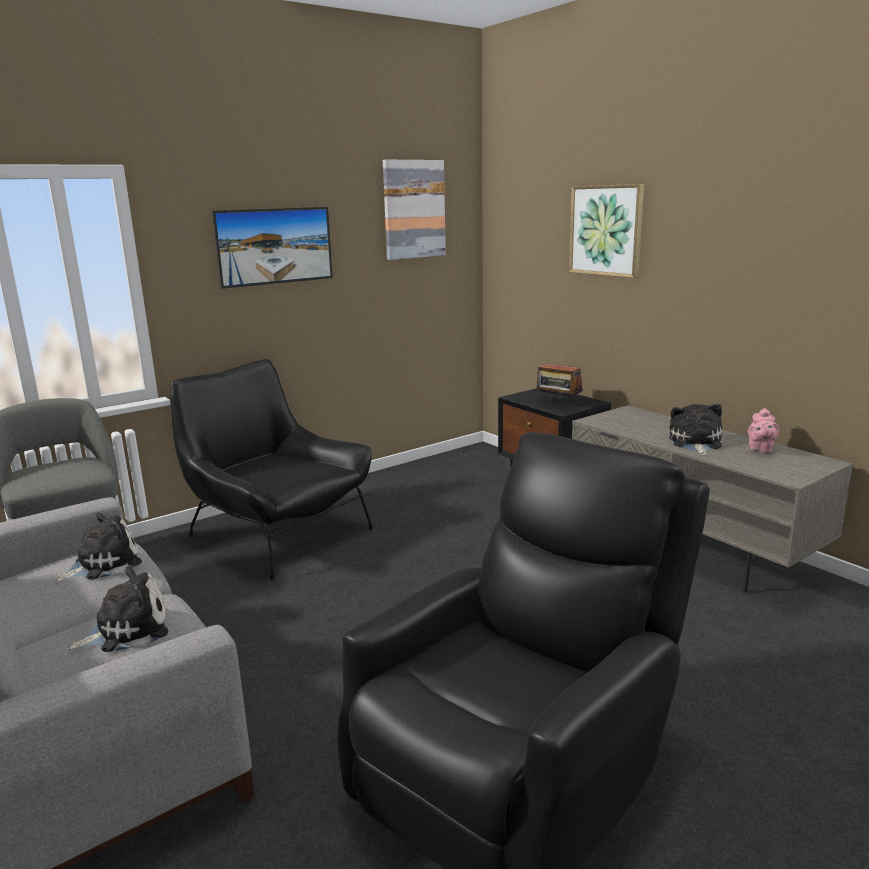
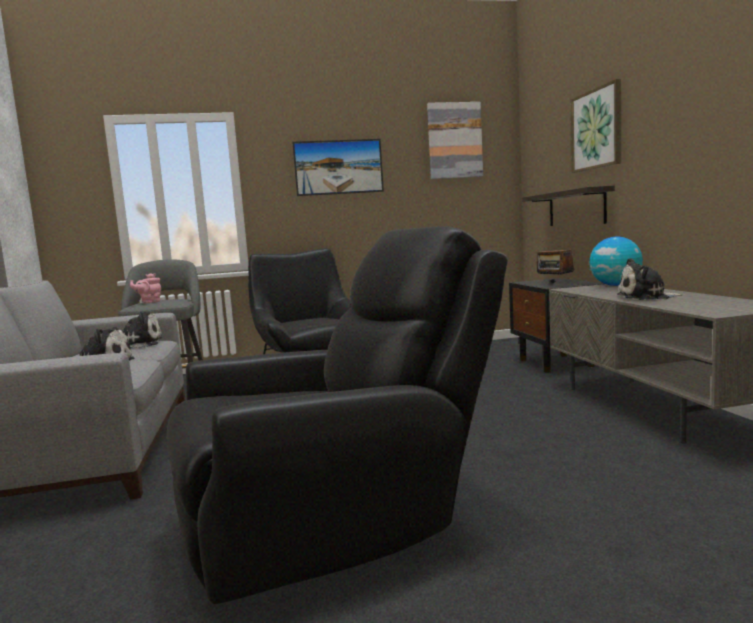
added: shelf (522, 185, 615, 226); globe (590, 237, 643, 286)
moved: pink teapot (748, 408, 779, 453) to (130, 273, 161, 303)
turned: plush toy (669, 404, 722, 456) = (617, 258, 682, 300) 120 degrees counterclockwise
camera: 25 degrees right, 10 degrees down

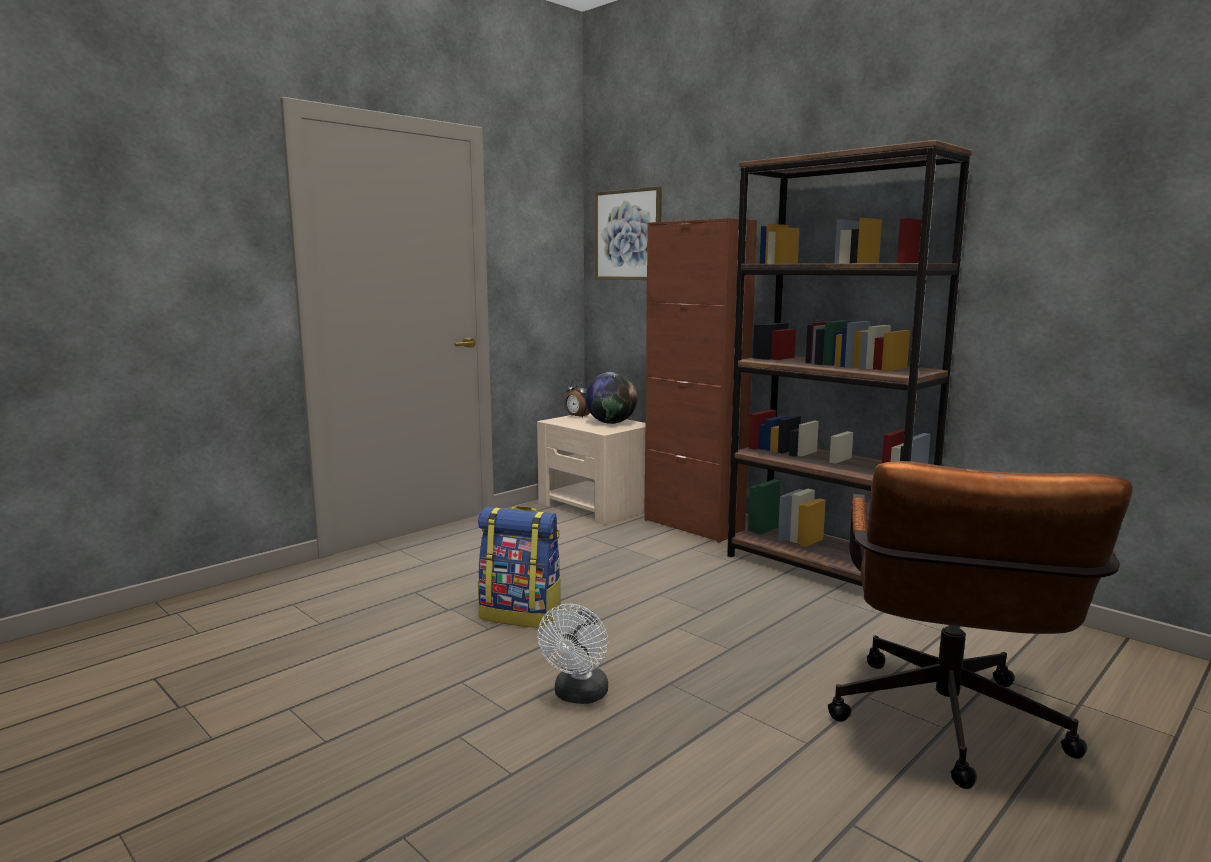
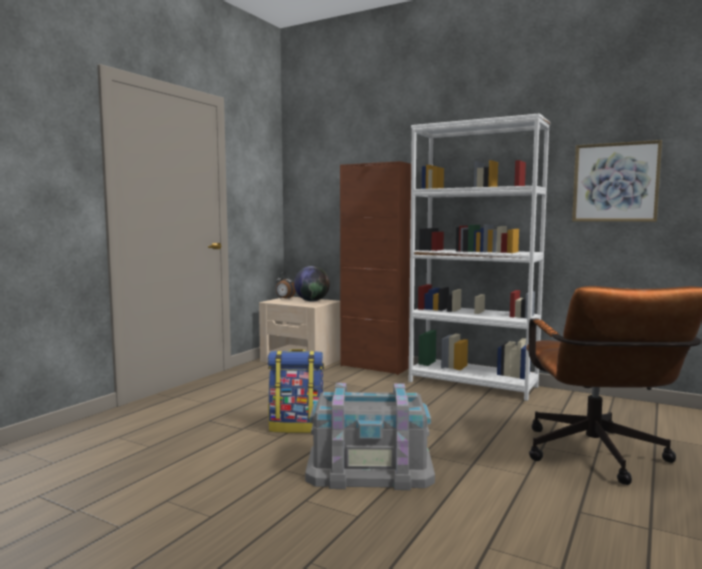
moved: picture (594, 186, 662, 280) to (572, 140, 662, 222)
replaced: white fan (537, 604, 608, 704) to grey storage box (305, 383, 435, 490)
recoloured: brown bookcase (727, 140, 972, 586) to white bookcase (409, 113, 550, 401)
camera: 15 degrees left, 5 degrees down

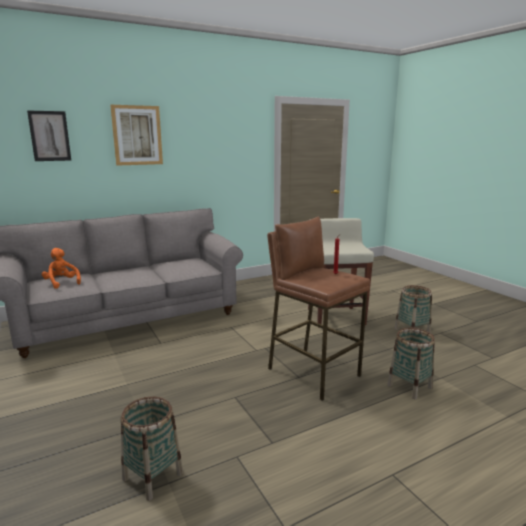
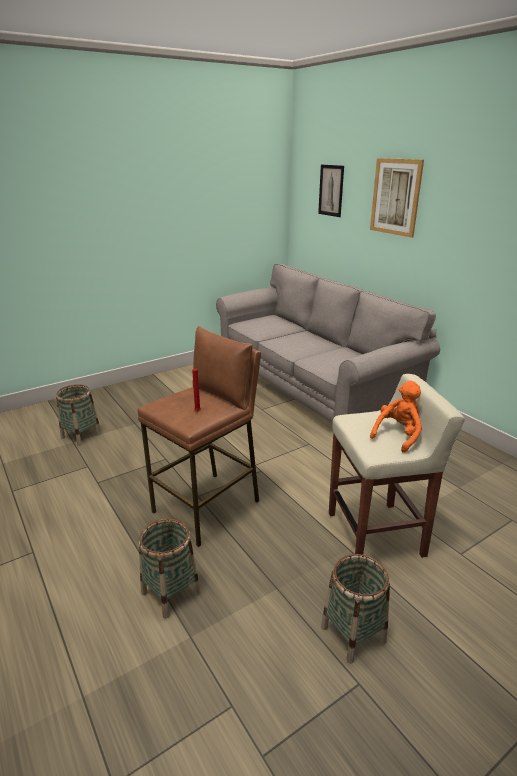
moved: orange plush toy (42, 248, 81, 289) to (370, 381, 422, 453)
camera: 85 degrees right, 10 degrees up

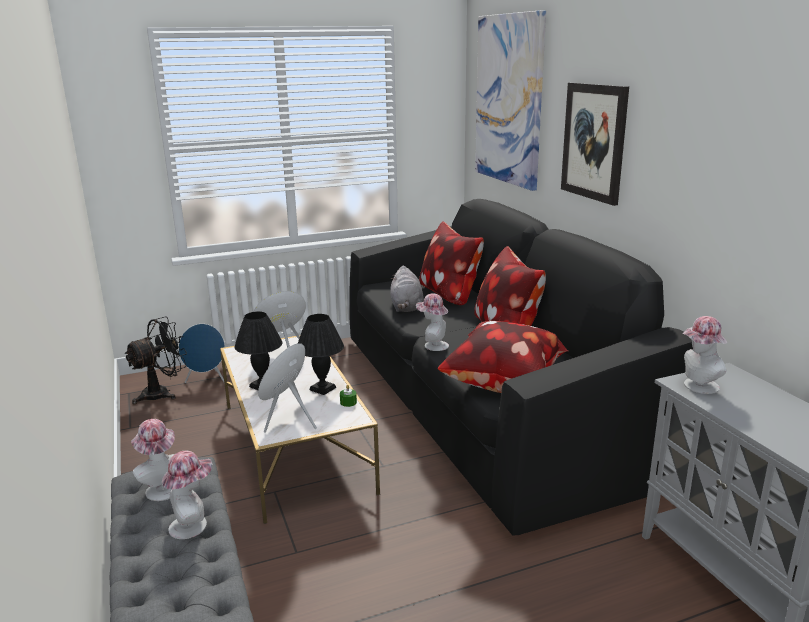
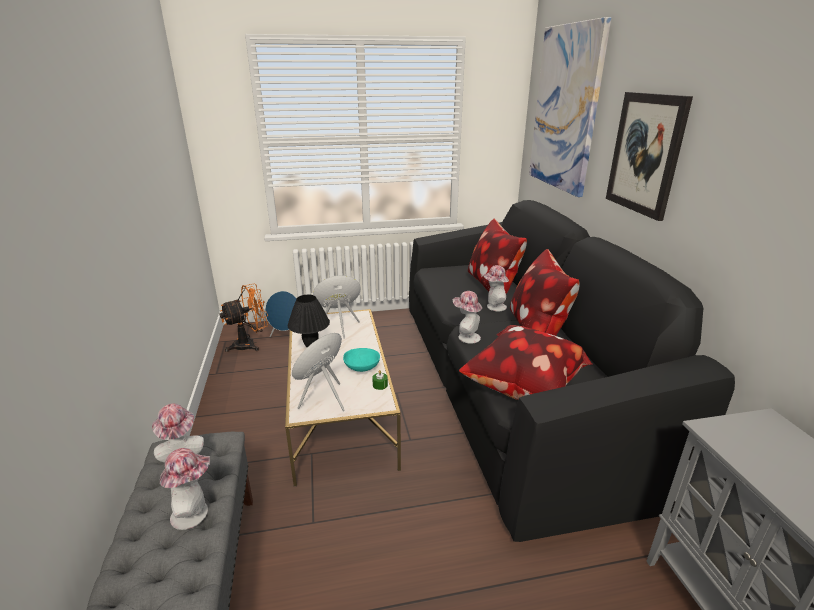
removed: grey plush toy (391, 266, 424, 312)
moved: hat (683, 316, 727, 394) to (483, 265, 509, 311)
replaced: black table lamp (298, 314, 344, 395) to turquoise bowl (343, 348, 380, 372)
recoloured: black fan (124, 316, 187, 404) to orange fan (220, 283, 268, 352)
camera: 10 degrees right, 5 degrees up

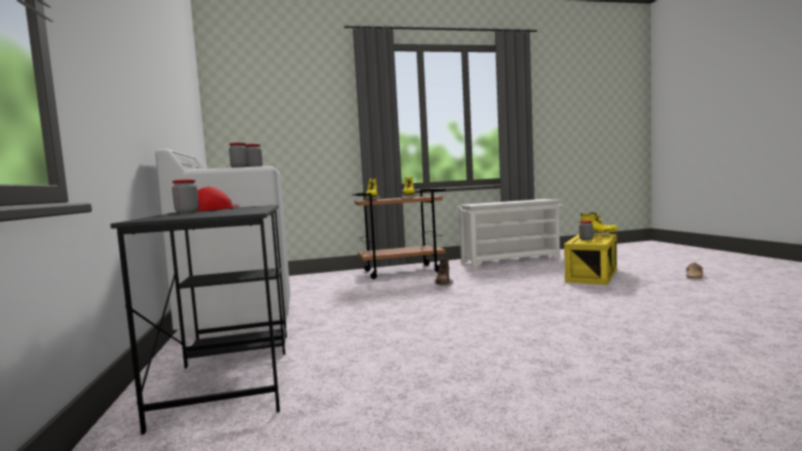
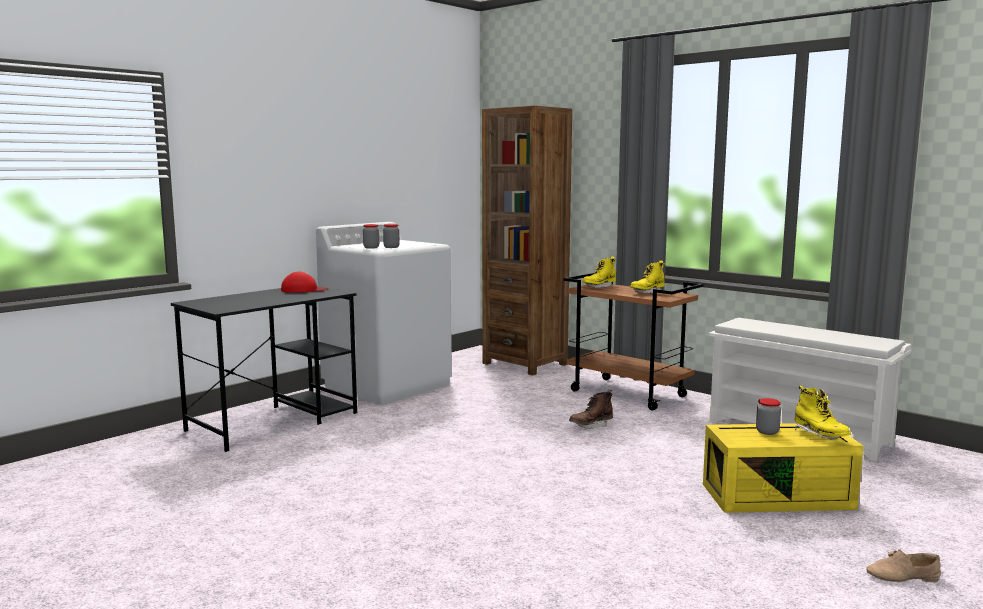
removed: jar (172, 179, 199, 213)
added: brown bookcase (482, 106, 572, 375)
camera: 55 degrees right, 5 degrees up

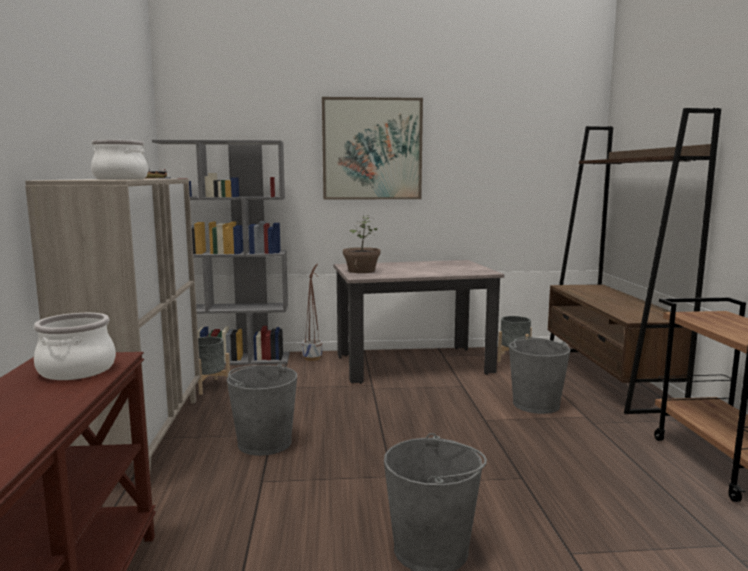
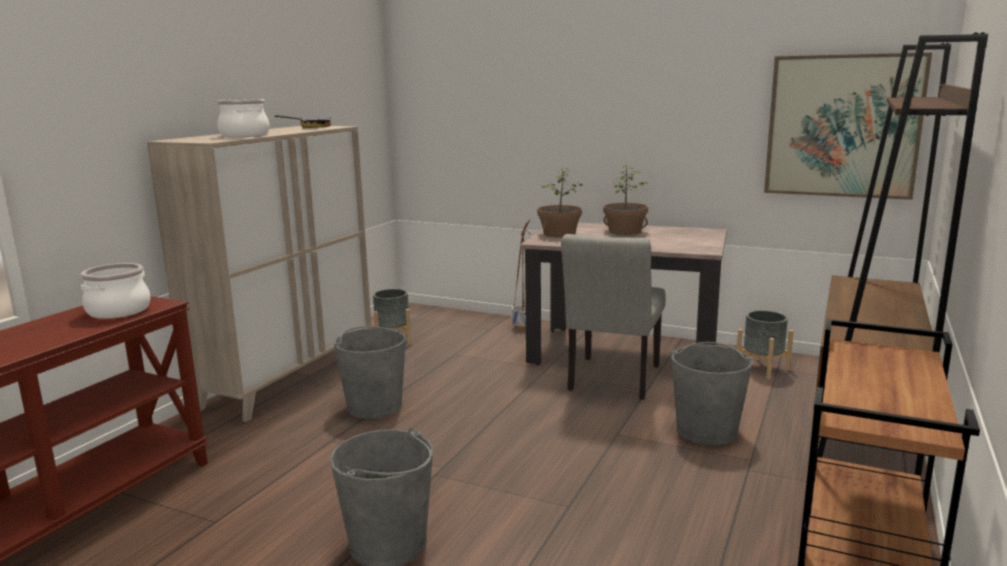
removed: grey bookcase (152, 140, 289, 365)
added: grey chair (561, 234, 666, 399); potted plant (603, 165, 649, 235)
moved: picture (322, 97, 423, 200) to (764, 53, 932, 200)
camera: 30 degrees right, 5 degrees up

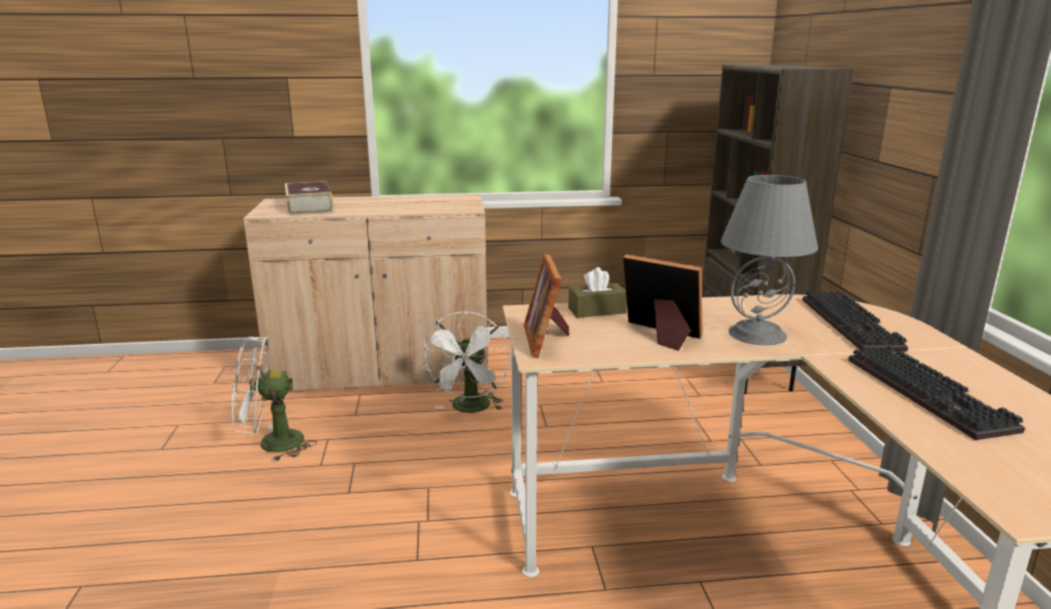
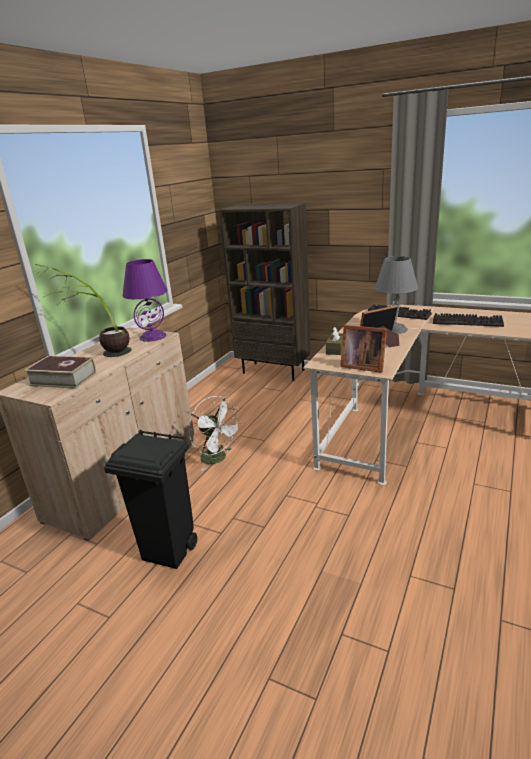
added: potted plant (35, 264, 131, 357); purple table lamp (122, 259, 167, 342)
replaced: white fan (232, 336, 317, 462) to black trash can (104, 430, 198, 569)
camera: 55 degrees left, 5 degrees up

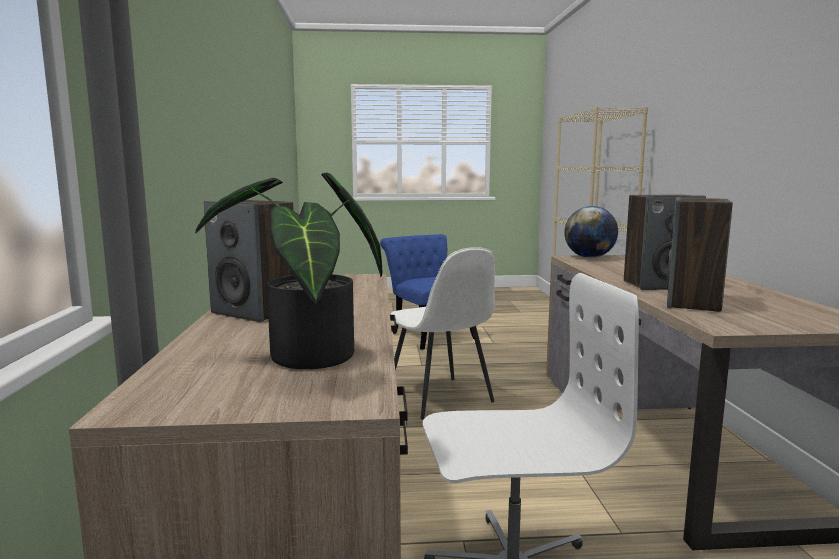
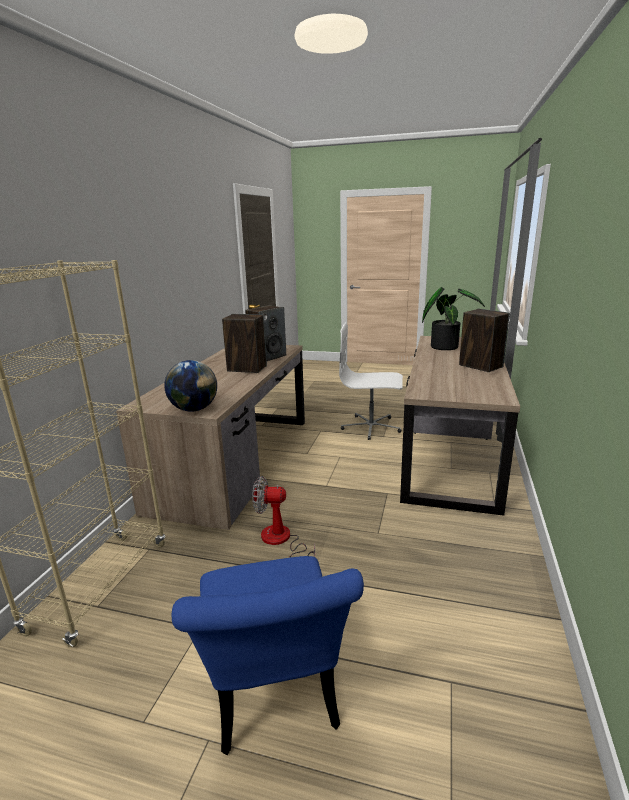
removed: white chair (391, 247, 495, 420)
added: fan (252, 476, 315, 558)
camera: 160 degrees left, 10 degrees up

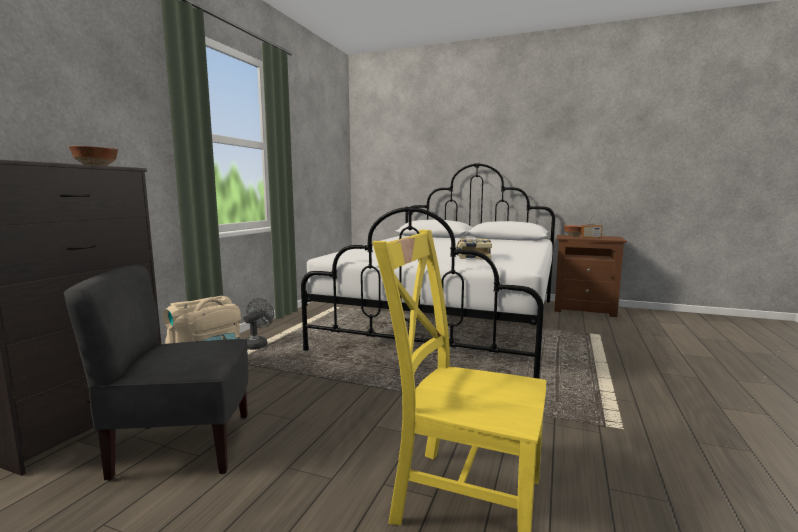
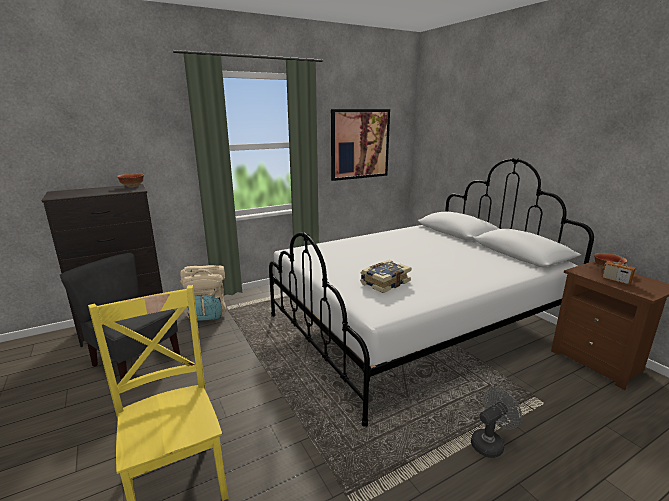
added: picture (331, 109, 390, 181)
moved: grey fan (243, 298, 274, 350) to (471, 388, 522, 458)
camera: 40 degrees right, 10 degrees up

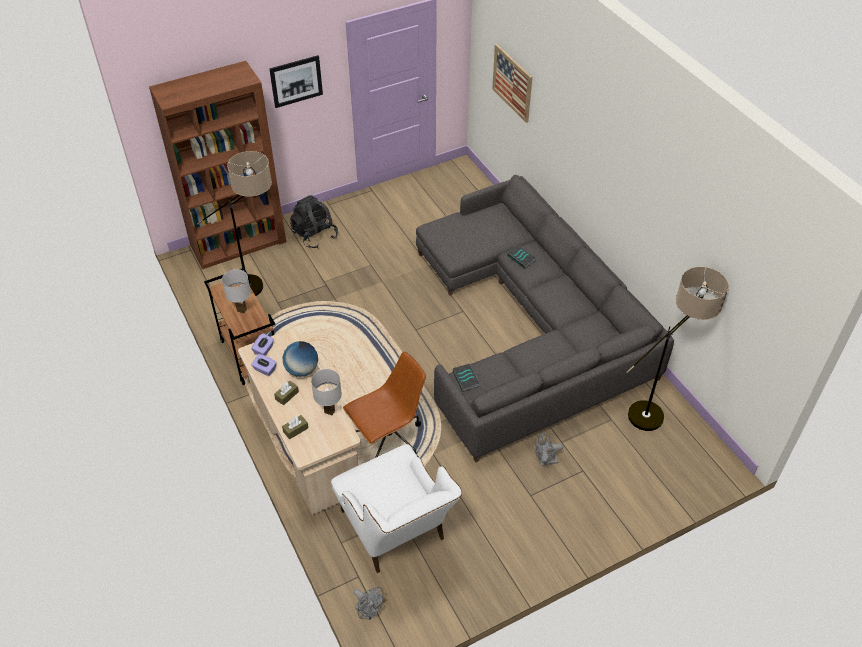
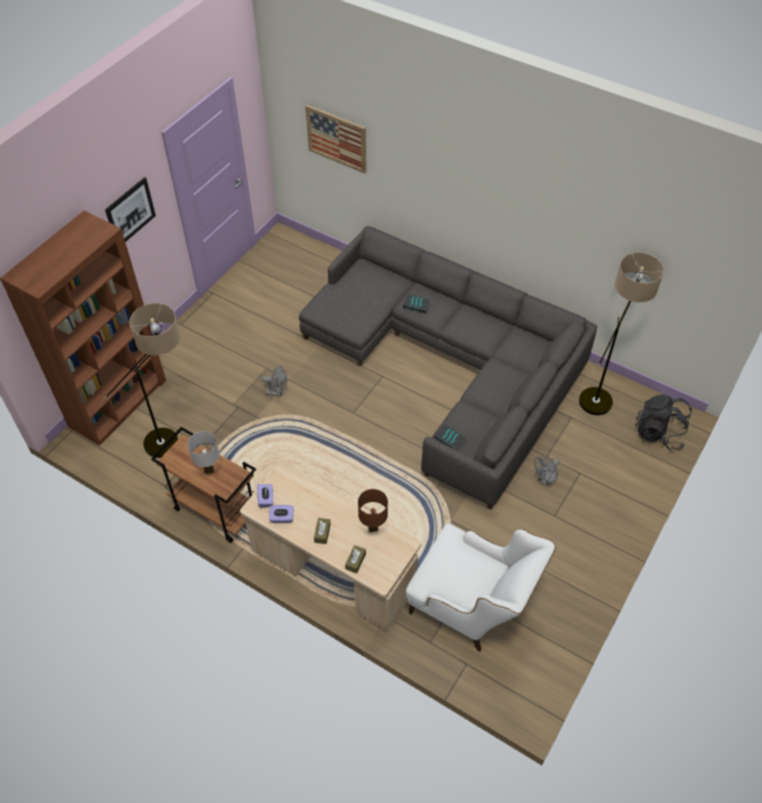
removed: globe (282, 341, 318, 377); brown office chair (343, 351, 426, 458)
moved: black backpack (290, 195, 338, 248) to (635, 394, 692, 450); grey fan (353, 587, 384, 621) to (262, 366, 287, 397)
recoloured: white table lamp (311, 369, 342, 416) to brown table lamp (358, 489, 388, 533)
camera: 30 degrees left, 5 degrees up

